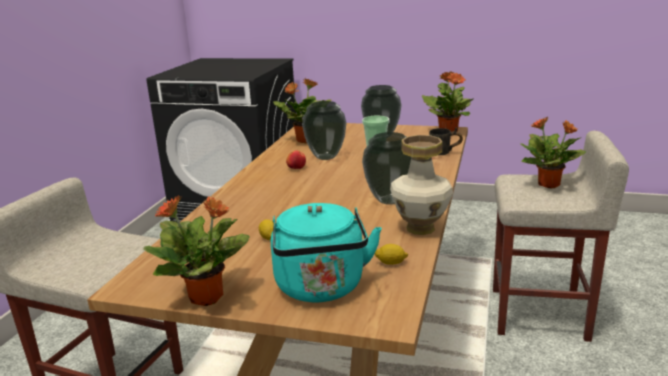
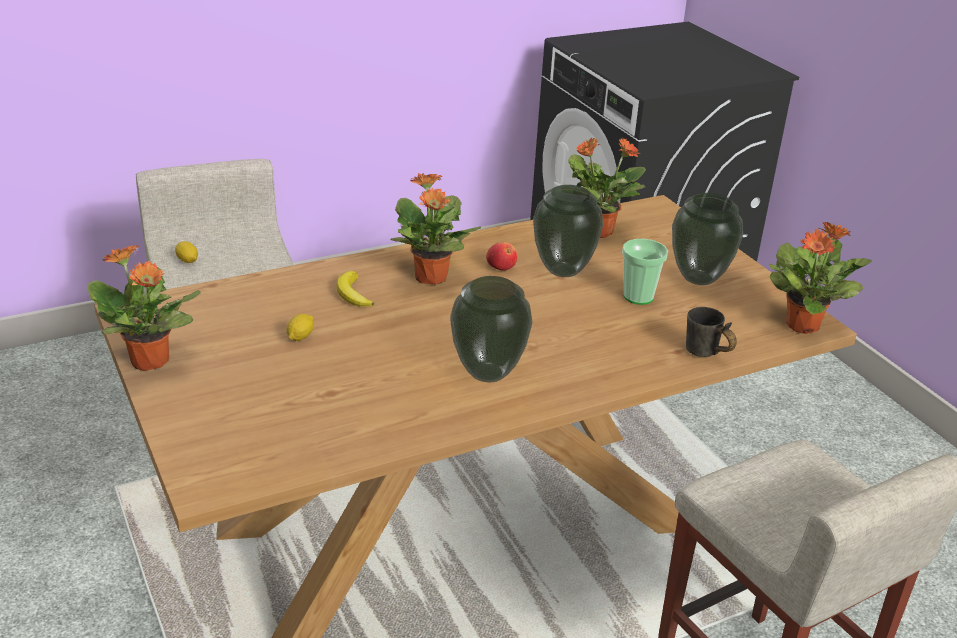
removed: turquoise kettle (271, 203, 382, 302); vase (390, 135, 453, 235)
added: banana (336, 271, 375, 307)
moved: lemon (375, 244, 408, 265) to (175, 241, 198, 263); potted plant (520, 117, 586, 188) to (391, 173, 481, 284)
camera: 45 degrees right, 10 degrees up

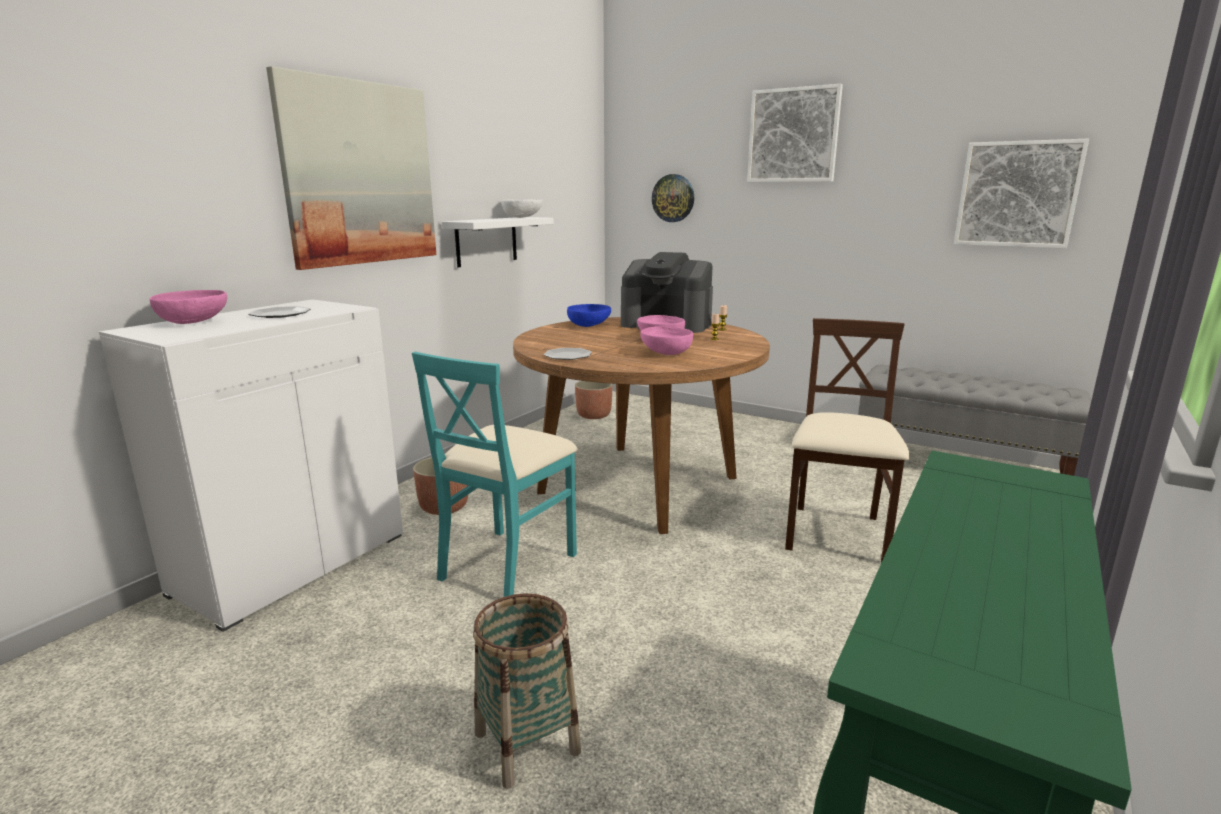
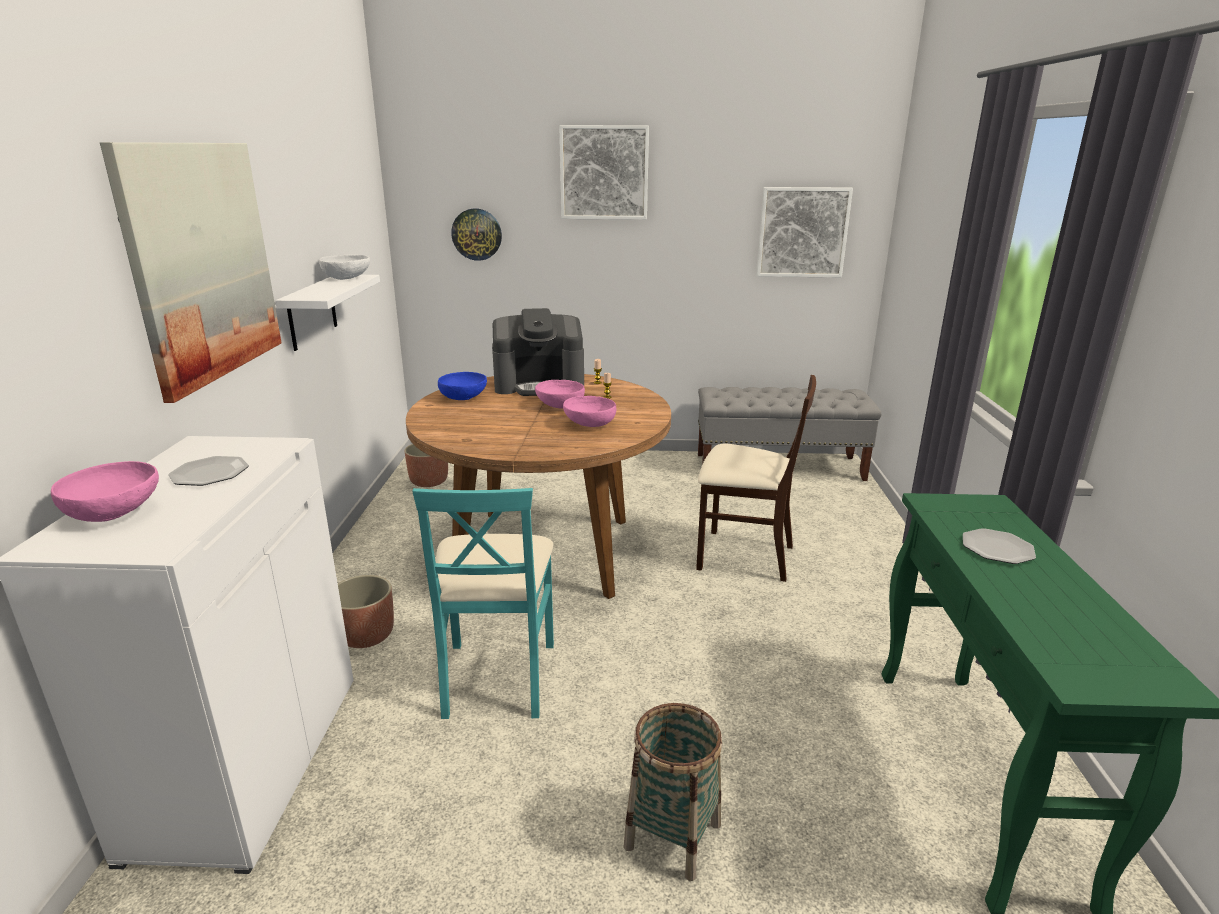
moved: plate (544, 348, 592, 360) to (963, 528, 1036, 564)
turned: beige chair (785, 318, 910, 563) = (696, 375, 816, 582) 120 degrees clockwise
camera: 30 degrees left, 5 degrees up

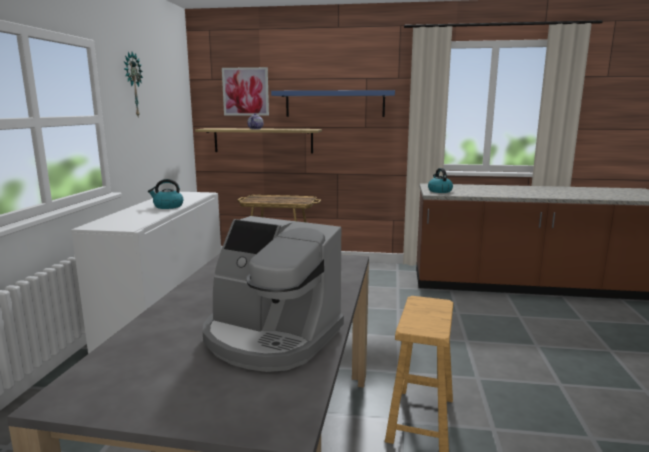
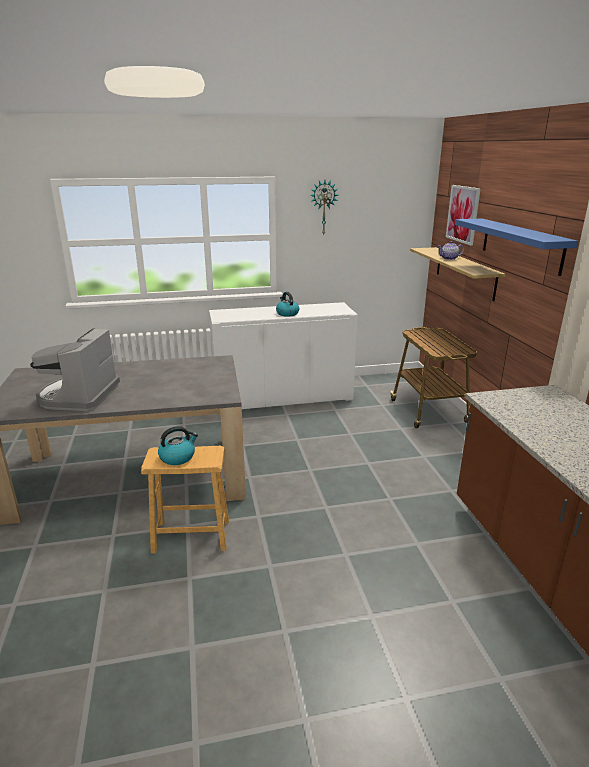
moved: kettle (428, 168, 453, 193) to (158, 426, 198, 465)
camera: 70 degrees right, 10 degrees up

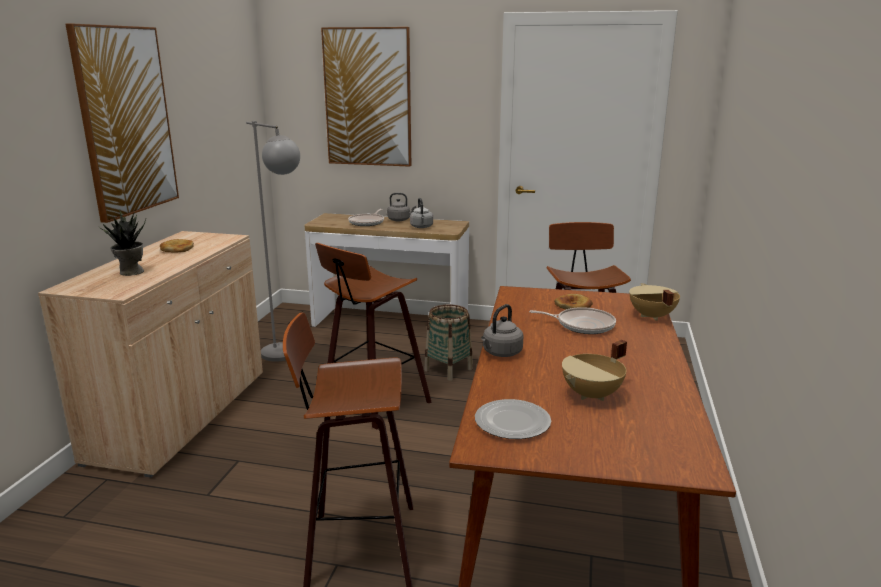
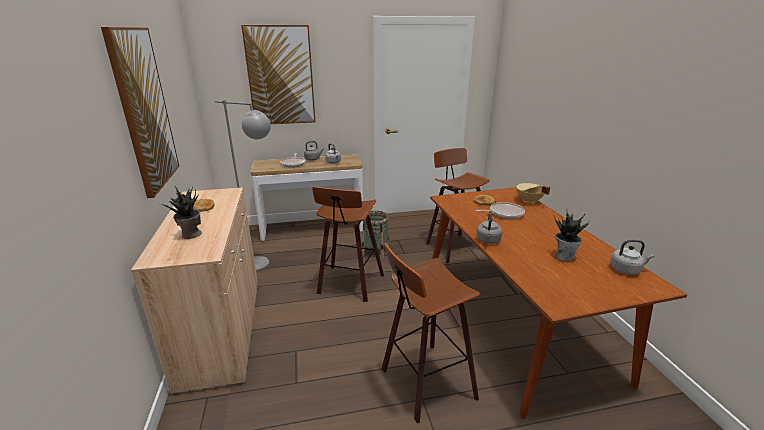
removed: plate (475, 399, 551, 439)
added: grey kettle (610, 240, 654, 275)
replaced: beige cooking pot (562, 340, 627, 401) to potted plant (553, 212, 589, 262)
camera: 25 degrees left, 5 degrees up

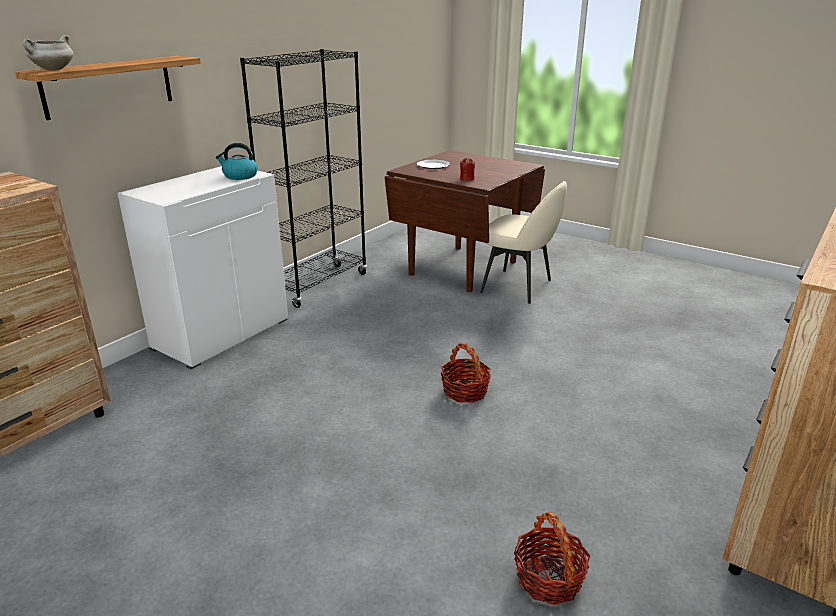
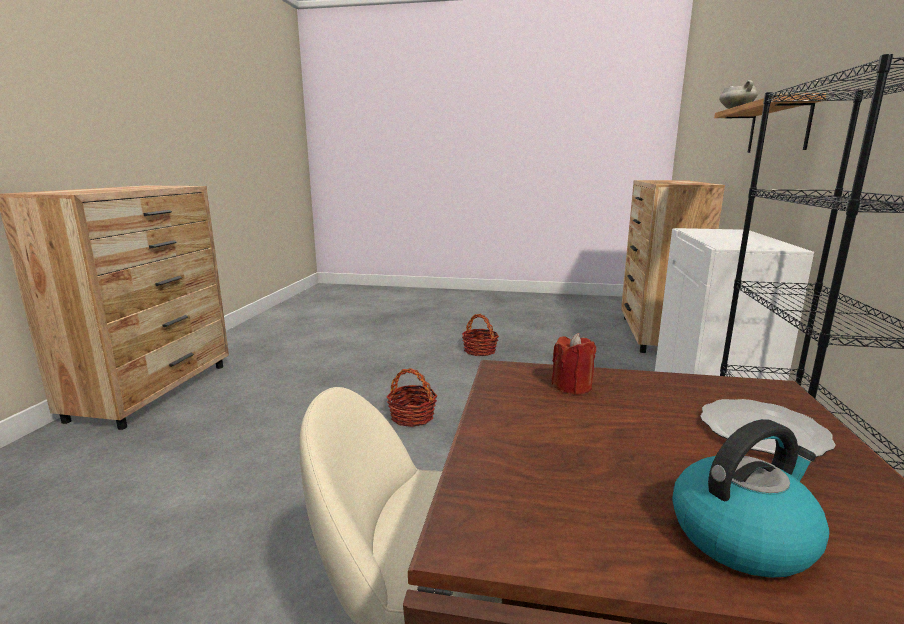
moved: kettle (216, 143, 258, 180) to (672, 419, 829, 578); basket (514, 512, 590, 605) to (462, 314, 499, 356)
camera: 155 degrees right, 10 degrees down

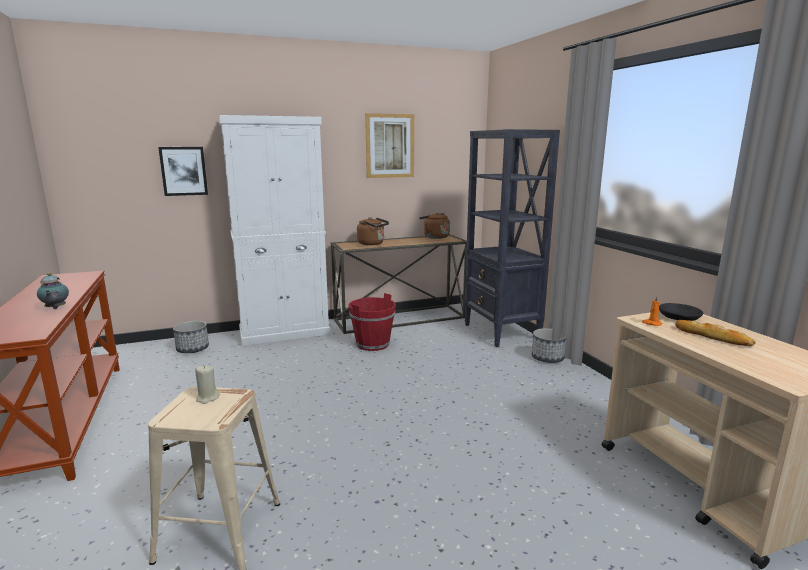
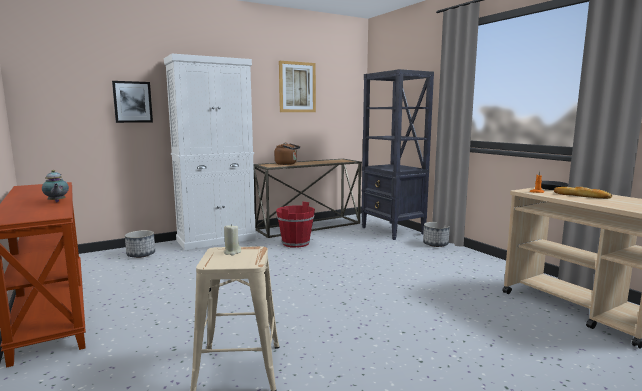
removed: brown kettle (419, 213, 450, 239)
camera: 10 degrees left, 5 degrees down

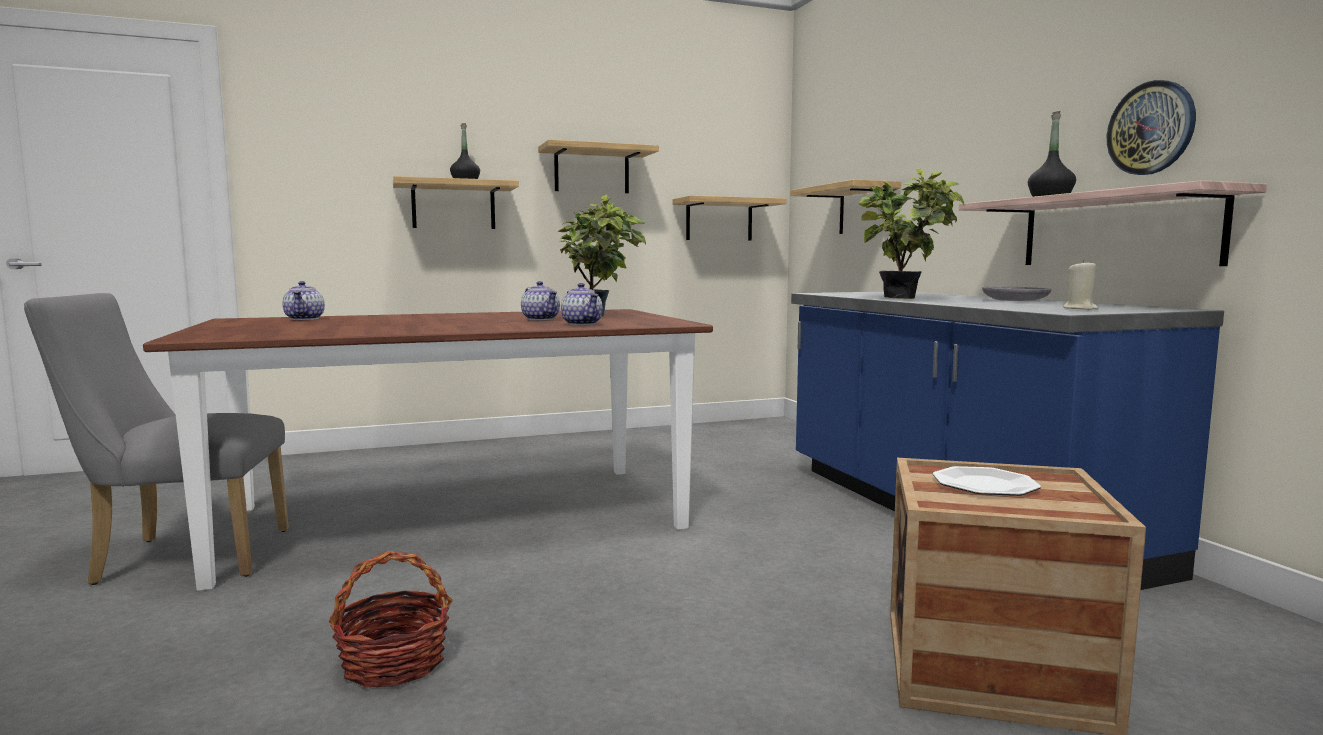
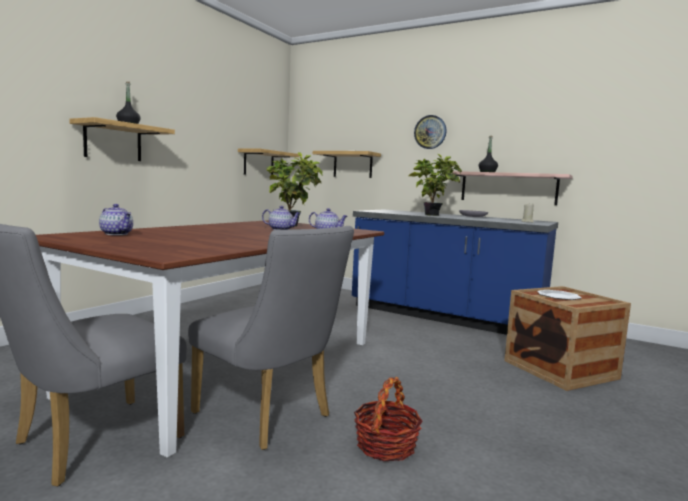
removed: shelf (538, 139, 659, 193)
added: grey chair (188, 226, 354, 450)
moved: wall clock (1107, 80, 1196, 175) to (414, 115, 446, 149)
camera: 40 degrees left, 0 degrees up

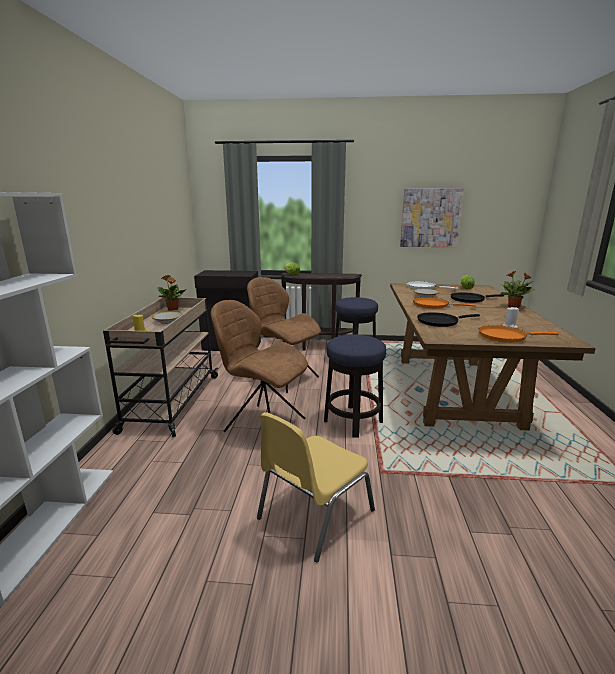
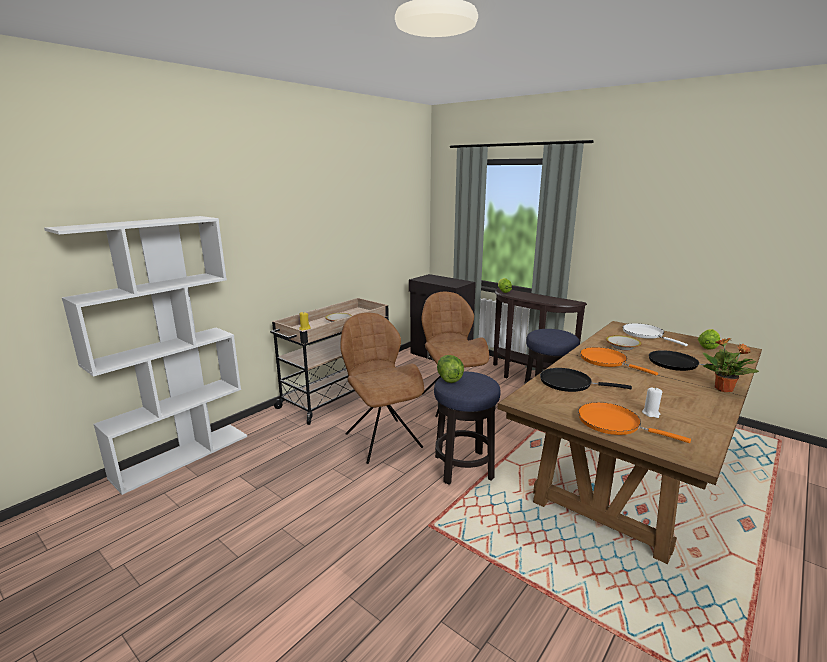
removed: potted plant (157, 275, 186, 311); yellow chair (257, 412, 375, 562); picture (400, 188, 464, 247)
added: lettuce (437, 355, 464, 383)
camera: 35 degrees right, 0 degrees up

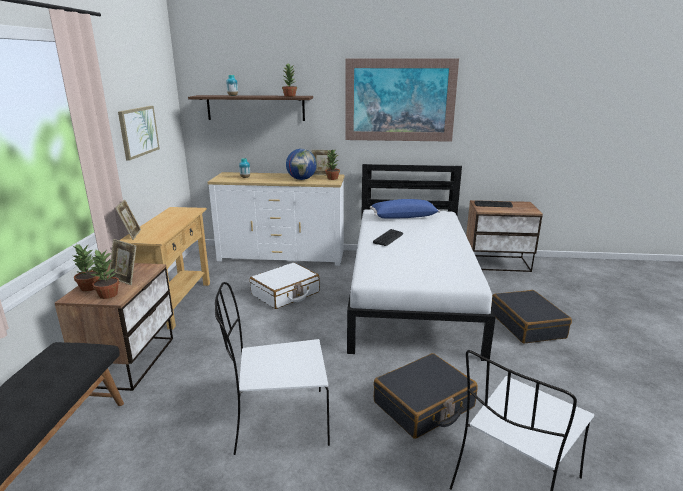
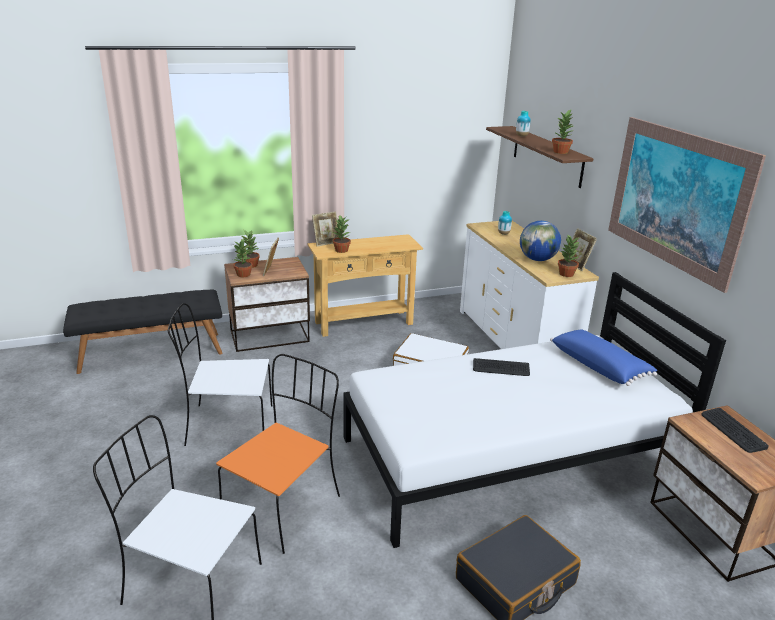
removed: picture (118, 106, 160, 160)
added: potted plant (333, 216, 351, 253)
replaced: black suitcase (374, 353, 477, 439) to orange chair (216, 354, 340, 554)
turned: white chair (215, 282, 330, 455) = (168, 303, 272, 446) 60 degrees counterclockwise
camera: 65 degrees right, 5 degrees up

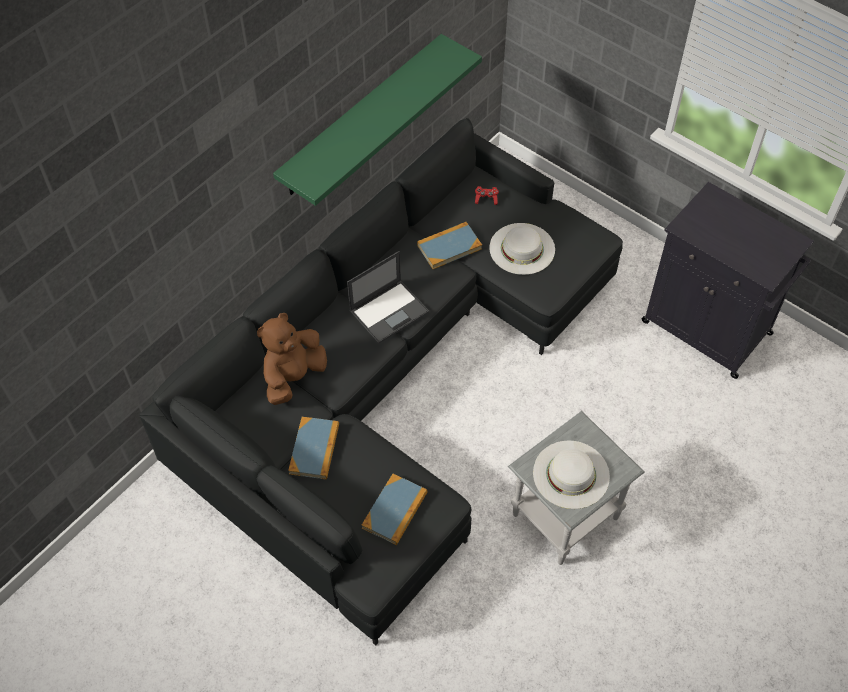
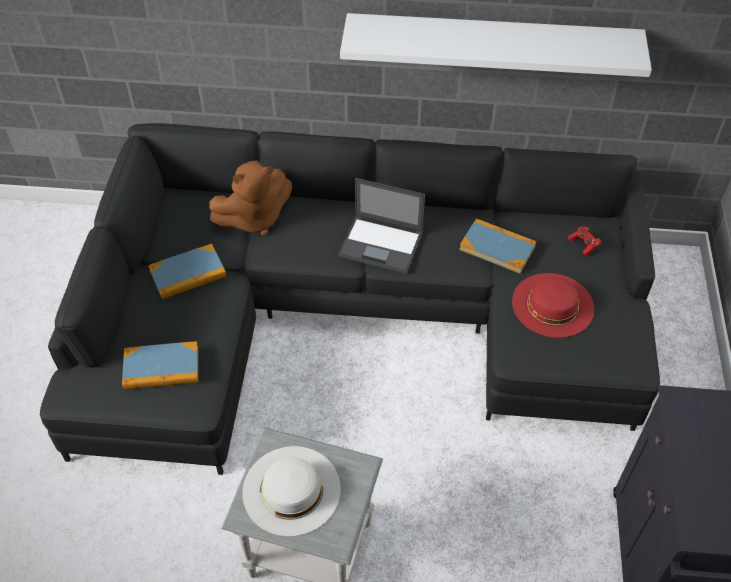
recoloured: green shelf (273, 34, 482, 206) to white shelf (340, 13, 652, 77); white hat (489, 223, 555, 275) to red hat (512, 273, 594, 338)
turned: brown plush toy (257, 313, 327, 405) = (209, 160, 292, 236) 150 degrees clockwise
camera: 55 degrees right, 5 degrees down

